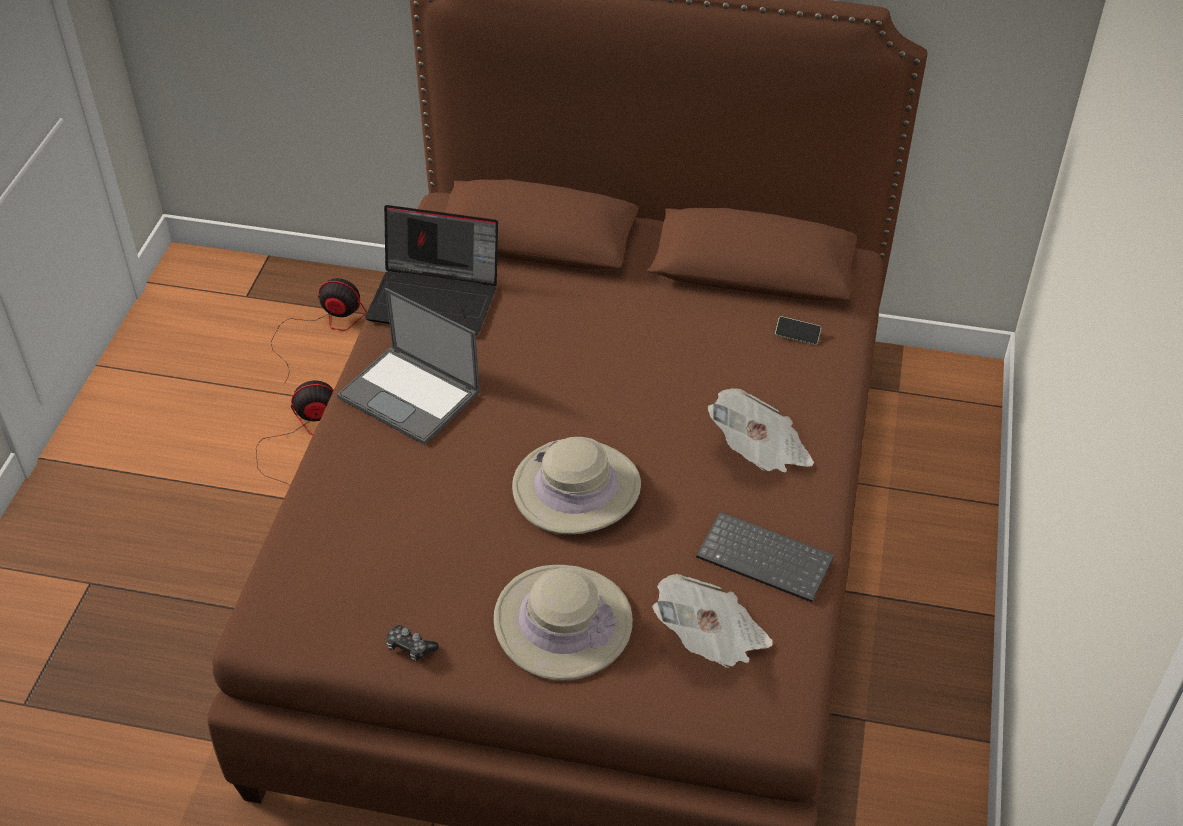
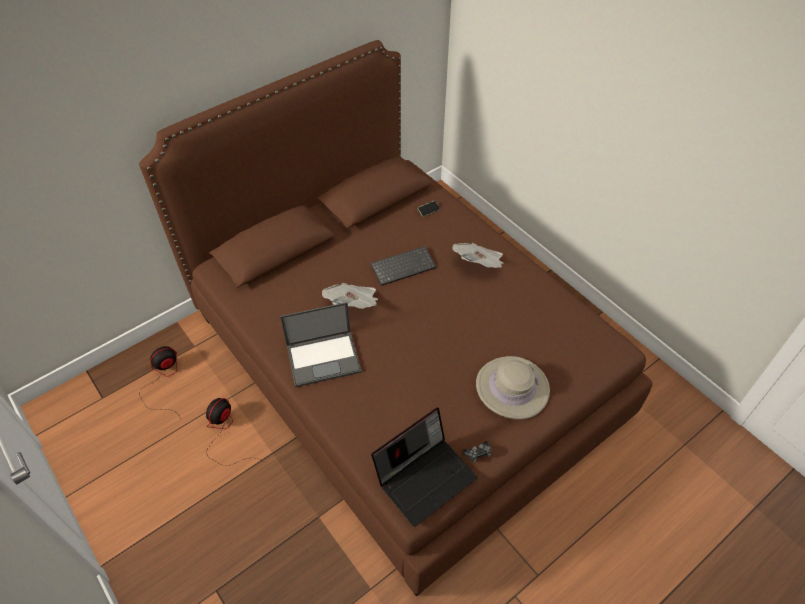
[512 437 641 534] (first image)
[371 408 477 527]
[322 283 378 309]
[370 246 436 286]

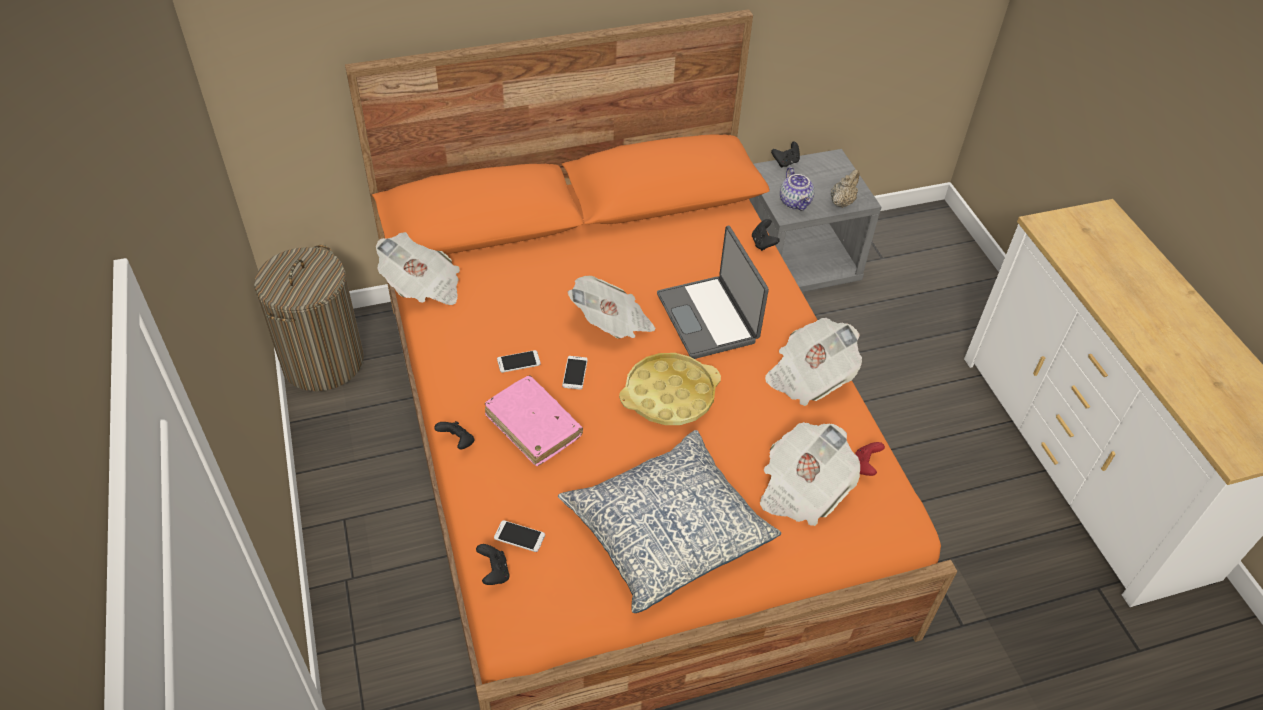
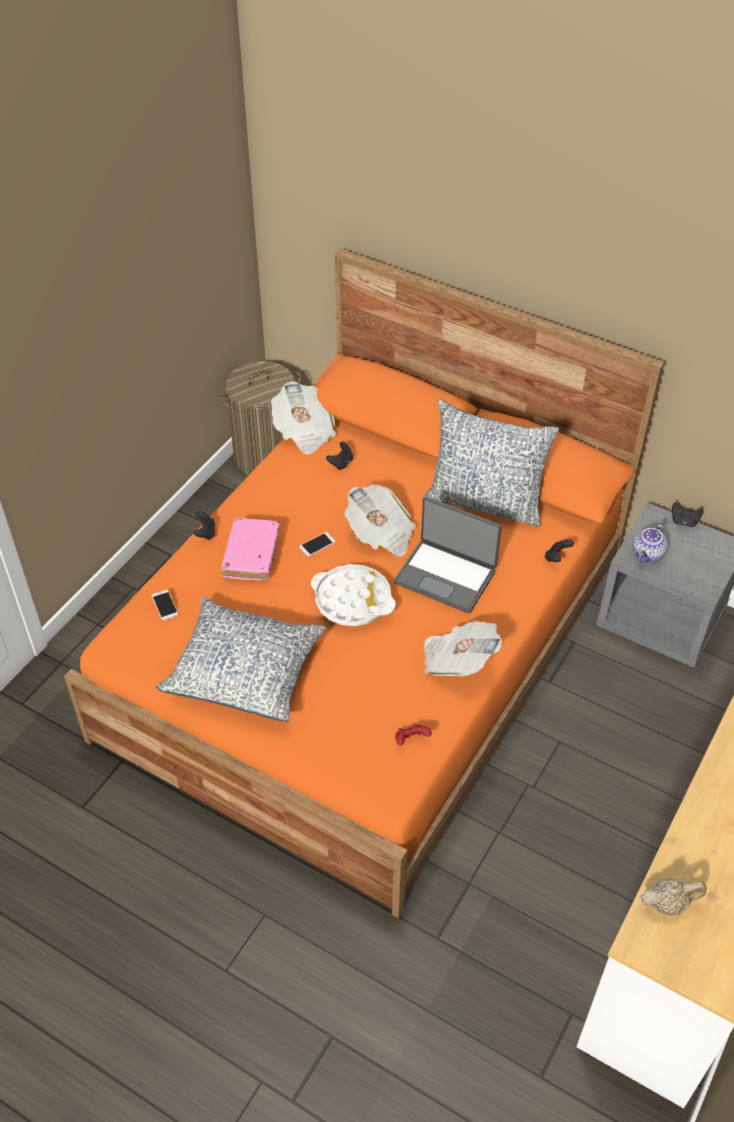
[497 350 541 373] (first image)
[760 422 860 526] (first image)
[423 400 559 527]
[326 441 353 470]
[640 879 707 915]
[311 564 396 626]
[394 496 502 613]

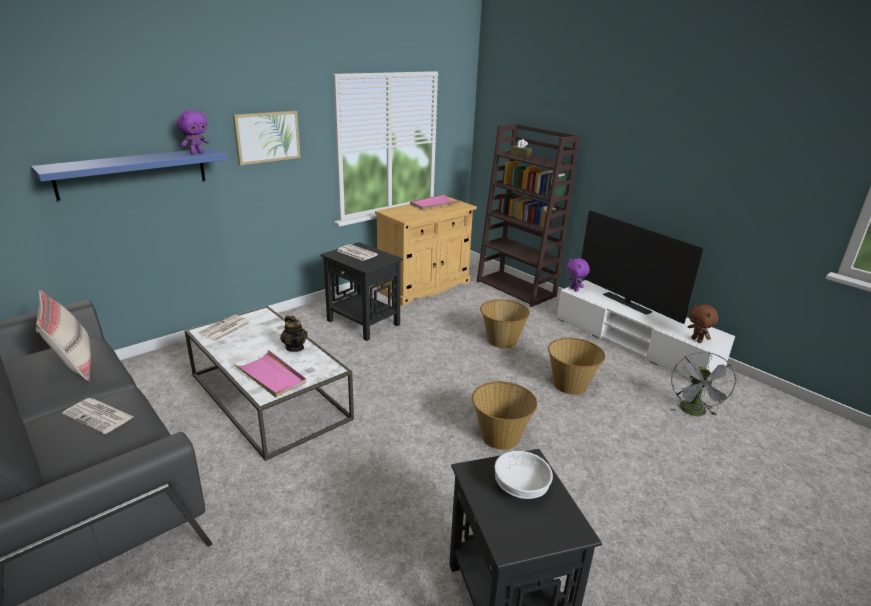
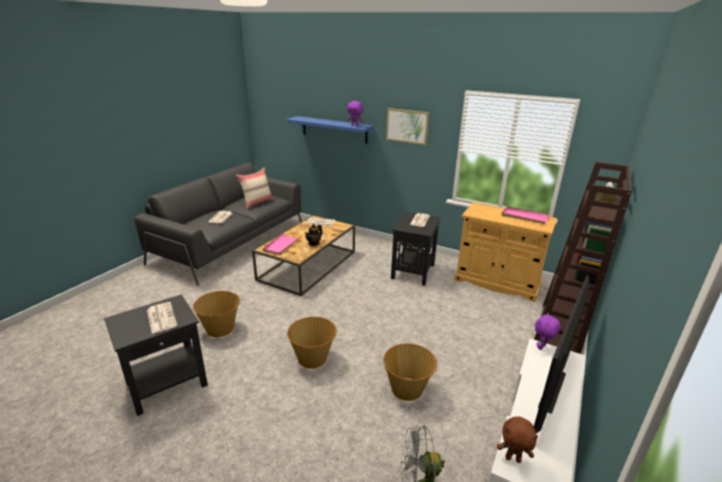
[193 291 240 337]
[147 302 178 334]
[252 215 355 296]
[497 417 538 463]

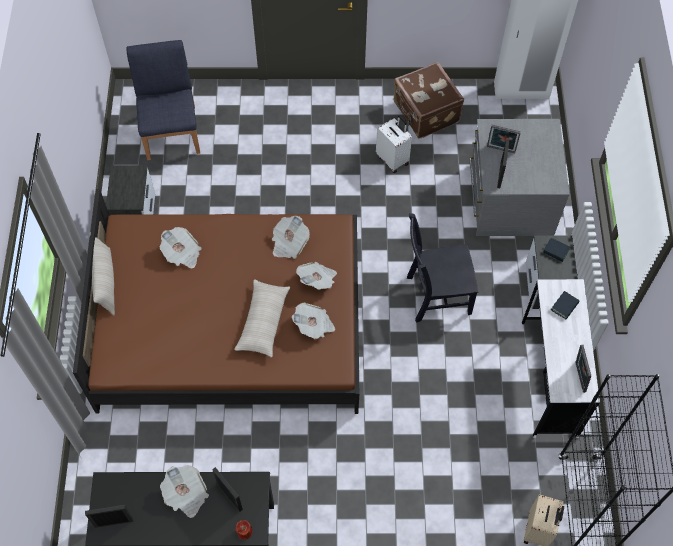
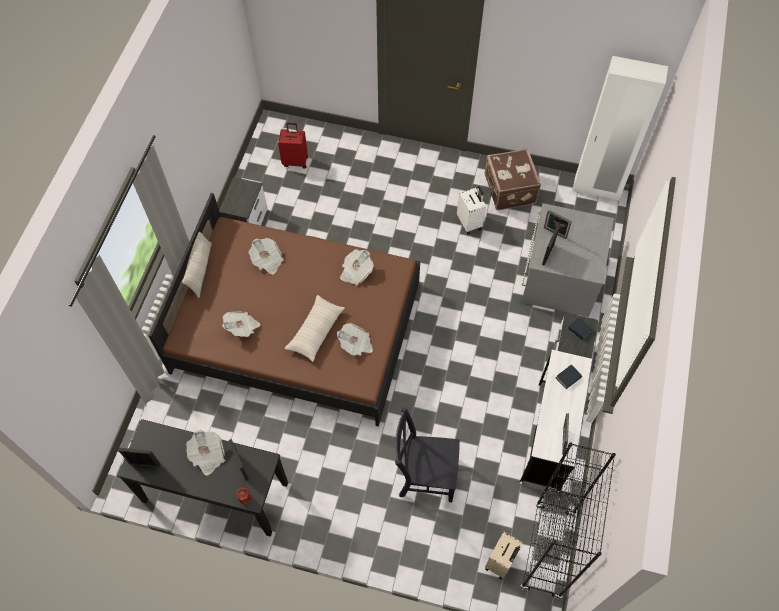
[222 312 260 337]
[395 407 460 502]
[278 123 308 169]

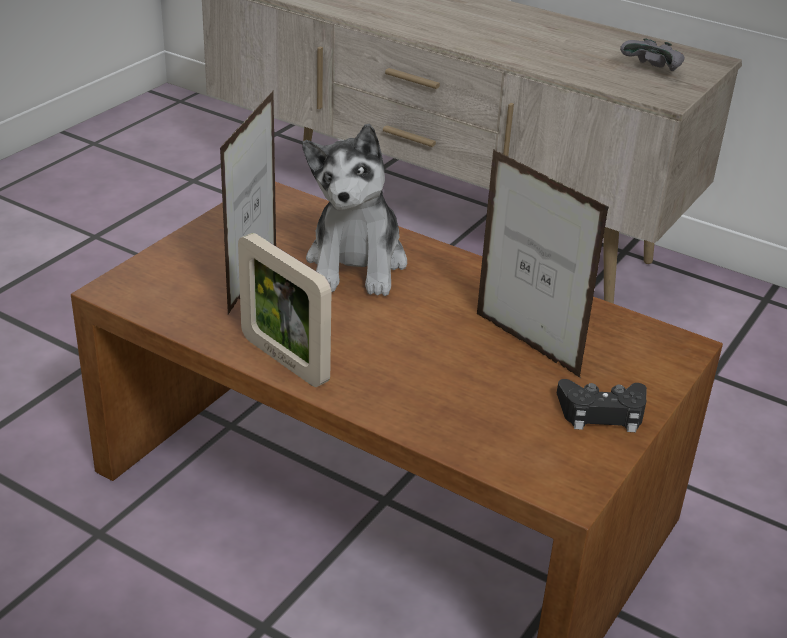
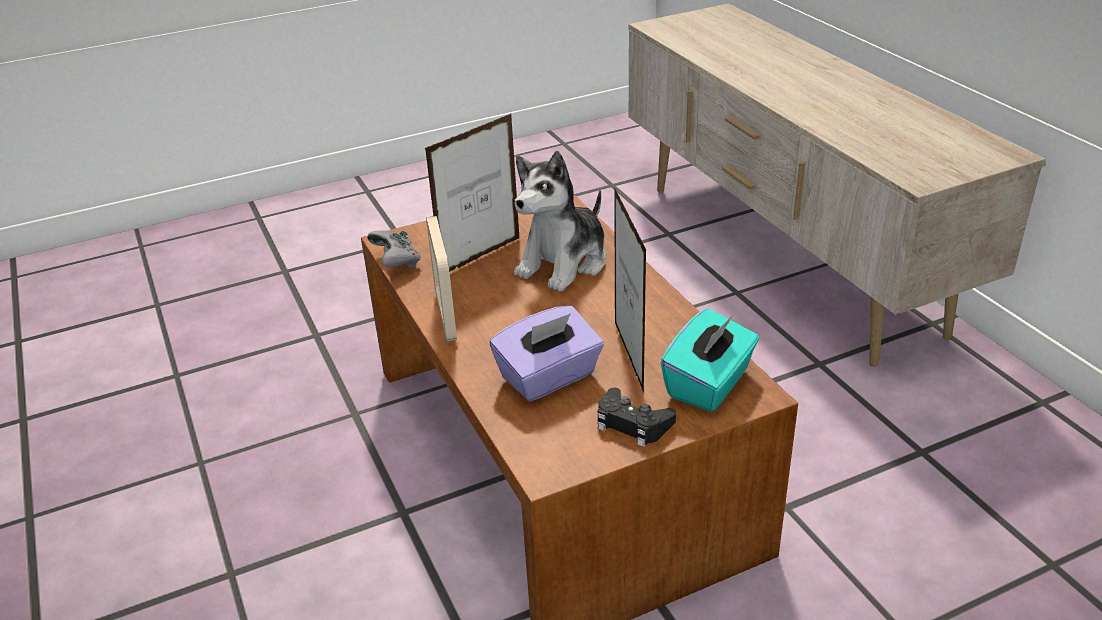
[490 306 604 401]
[661 309 759 412]
[367 230 421 268]

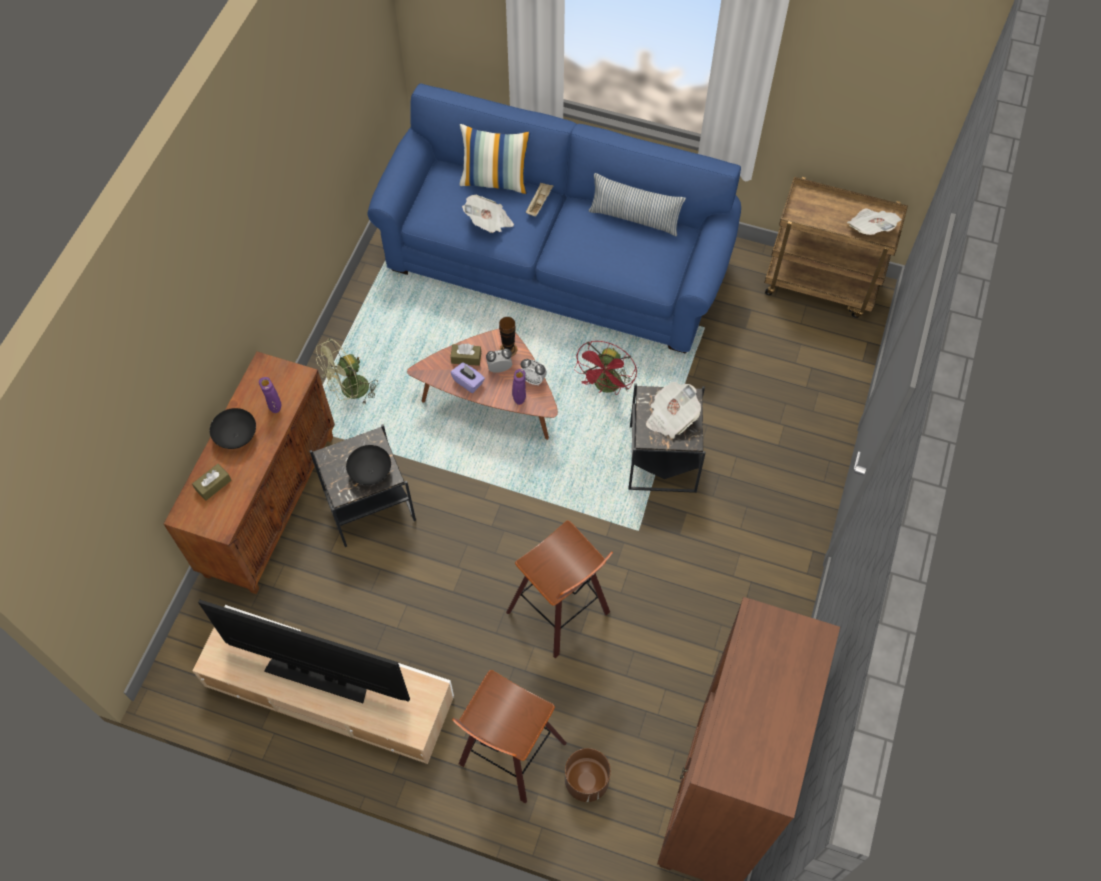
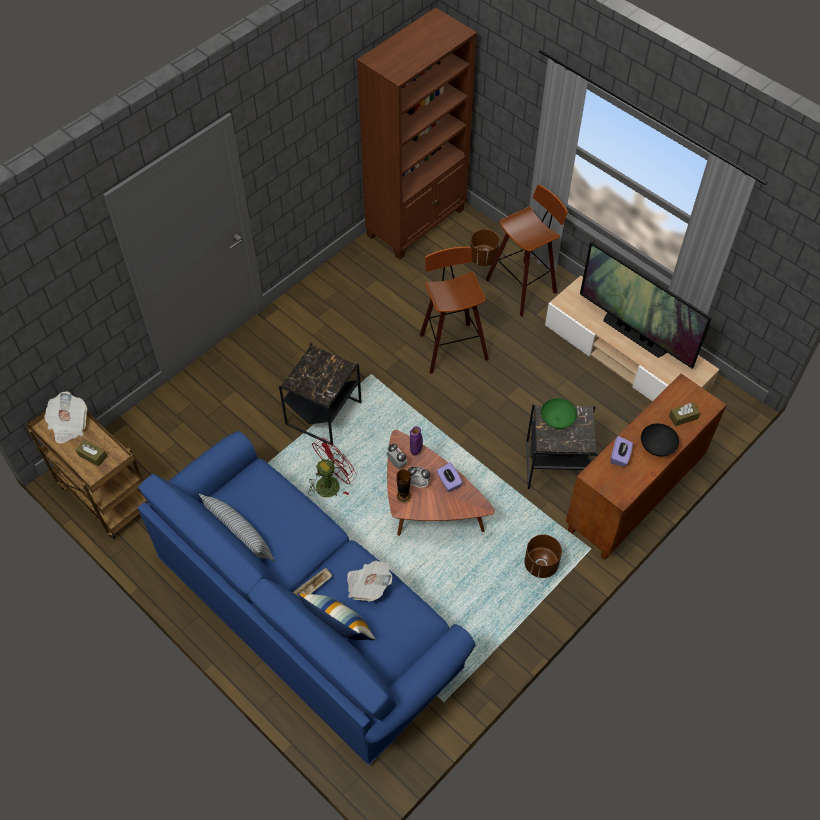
[646 382 701 438] (first image)
[76 440 107 467]
[611 436 633 467]
[524 534 562 578]
[541 398 577 429]

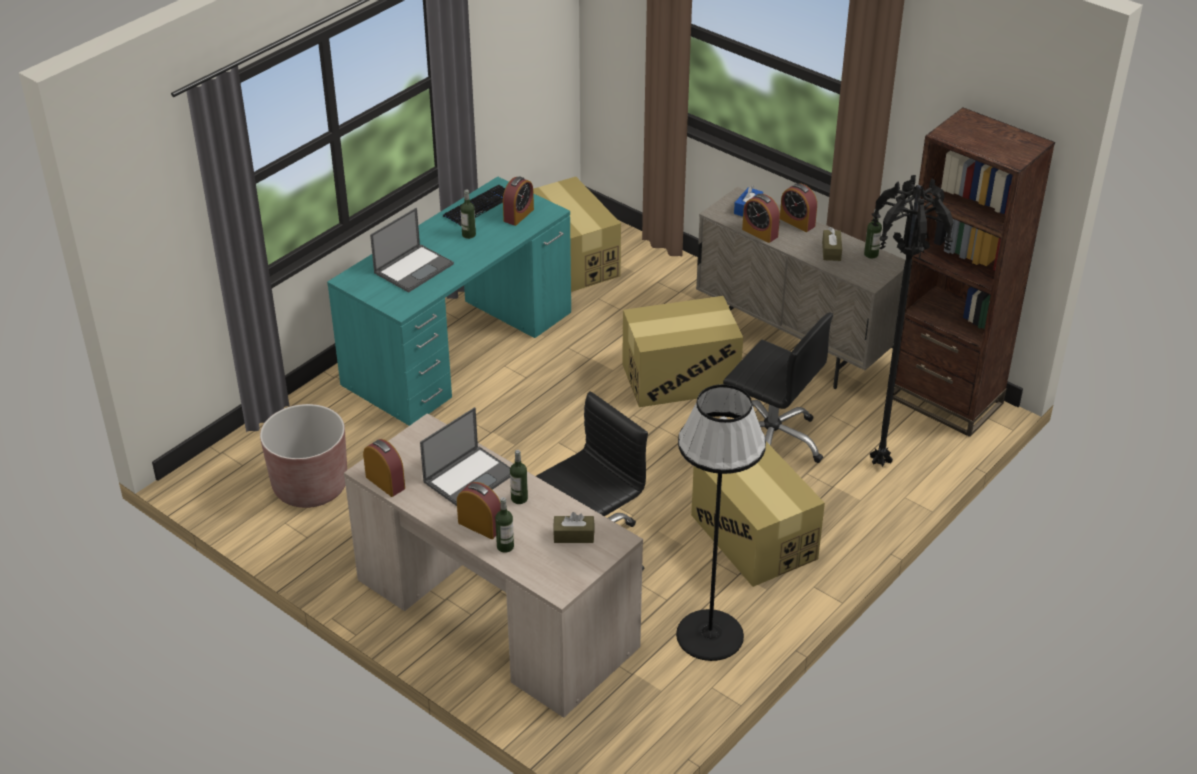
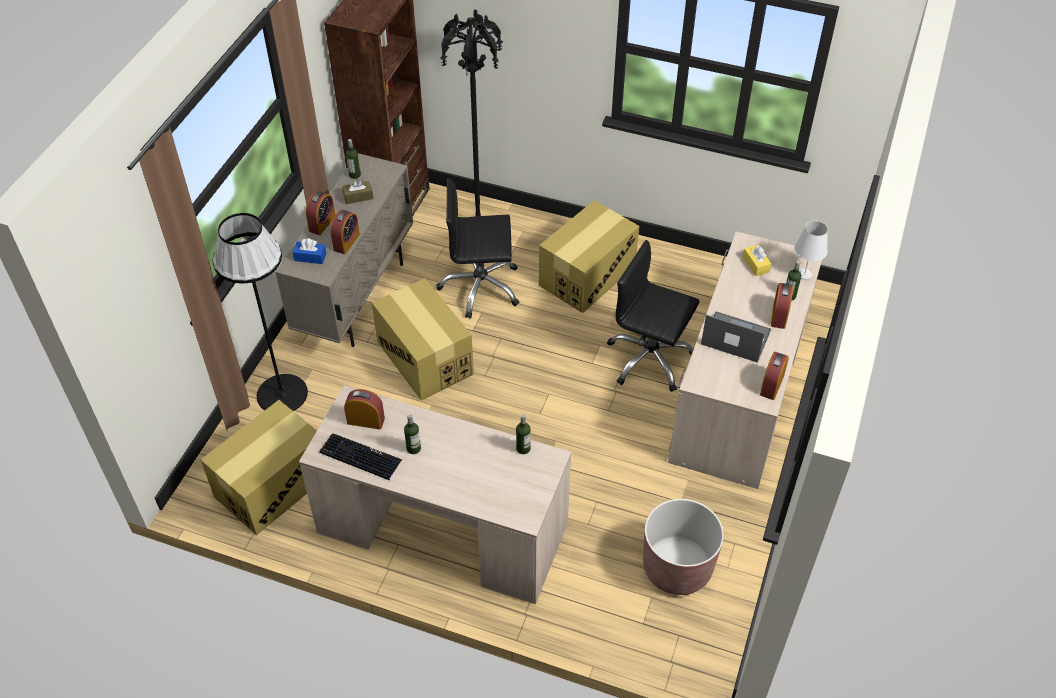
[370 208 454 293] (first image)
[795 221 828 280]
[516 414 531 454]
[213 213 308 411]
[299 385 572 604]
[743 245 771 276]
[436 178 519 319]

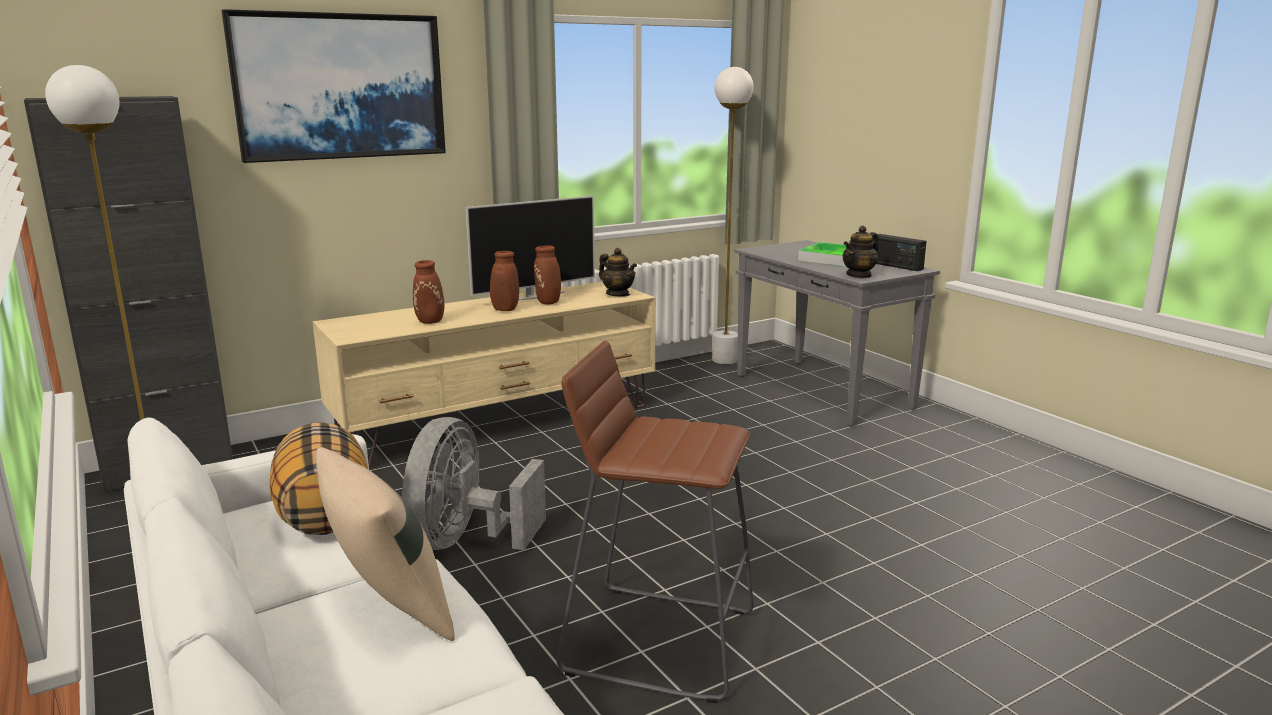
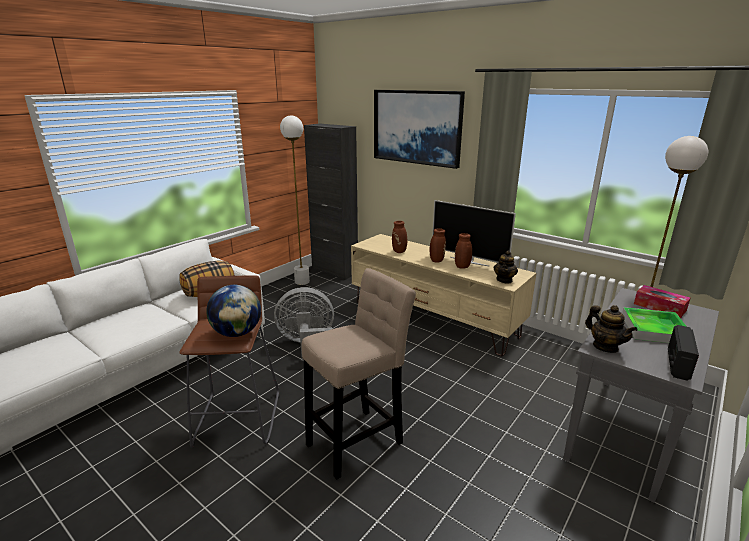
[316 447 455 641] (first image)
[206 285 261 337]
[302 268 416 479]
[634 285 690 318]
[585 305 637 353]

